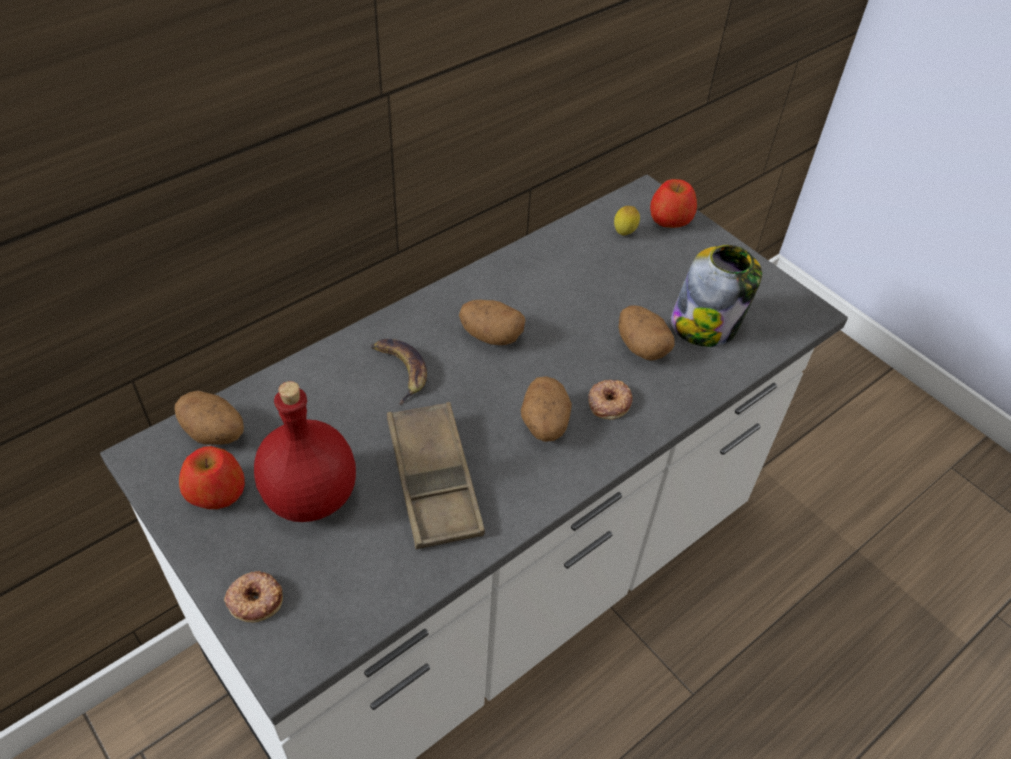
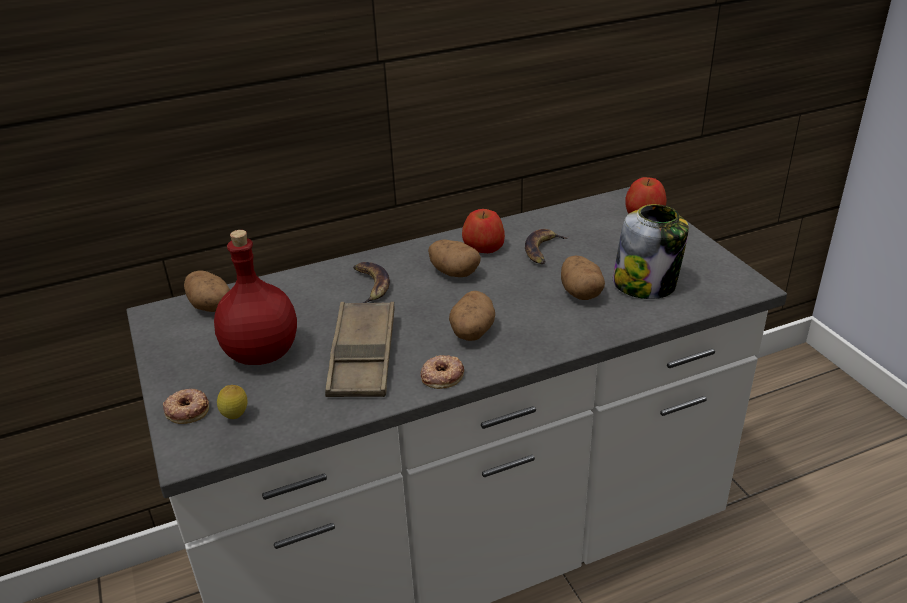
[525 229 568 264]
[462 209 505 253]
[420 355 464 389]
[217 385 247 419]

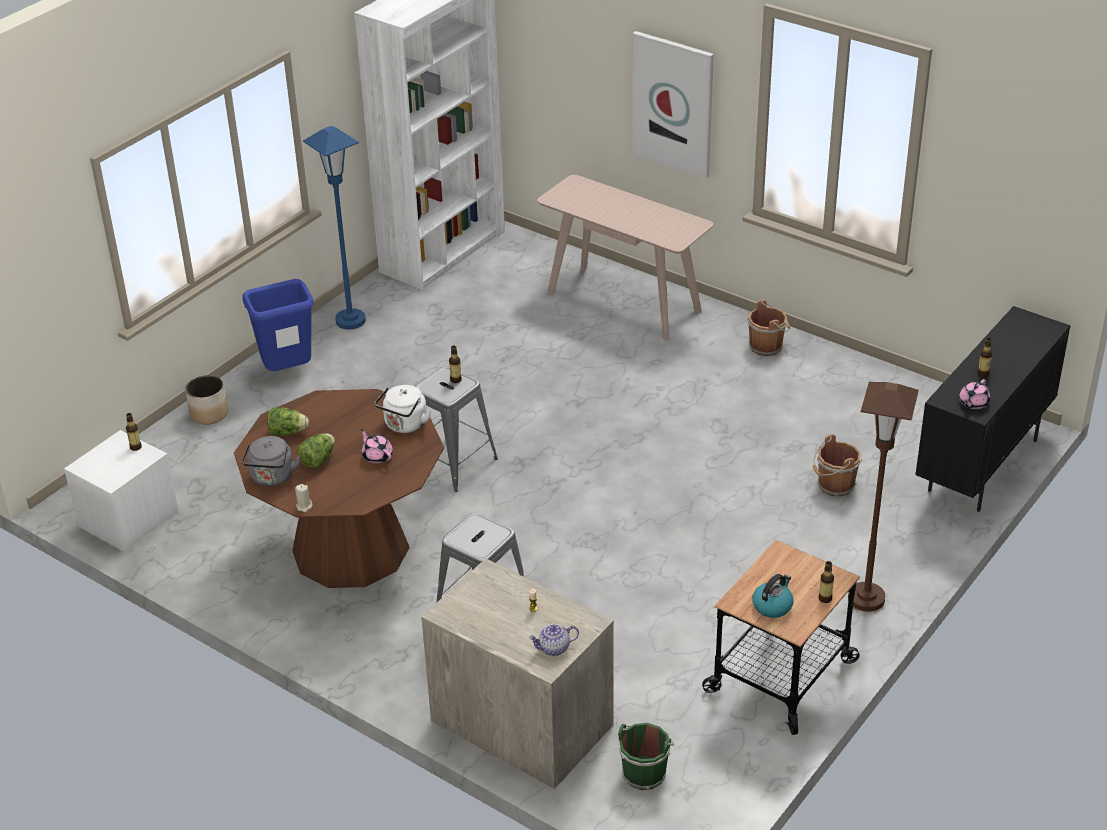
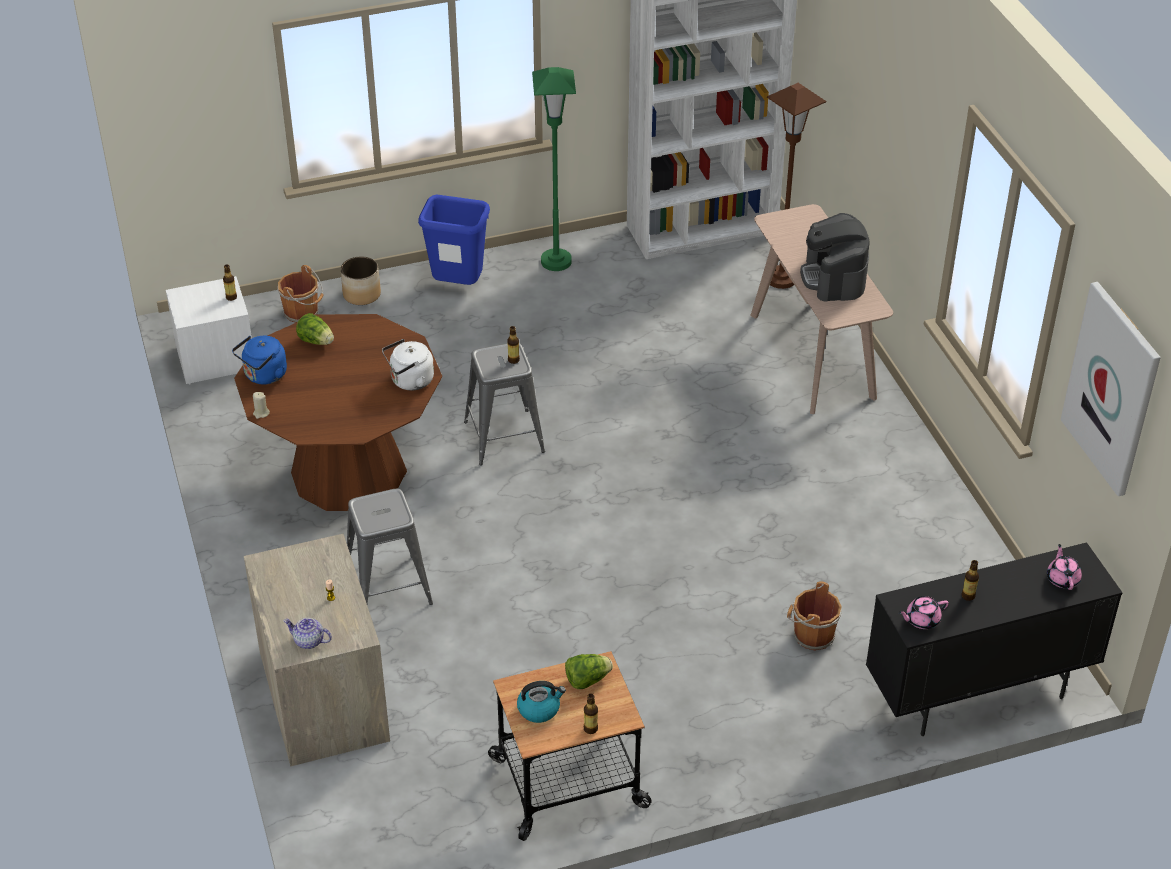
[618 723 674 790] (first image)
[800 213 870 302]
[565 654 613 689]
[1047 544 1082 590]
[1061 282 1161 496]
[278 265 324 323]
[767 83 826 289]
[232 336 287 385]
[532 67 576 271]

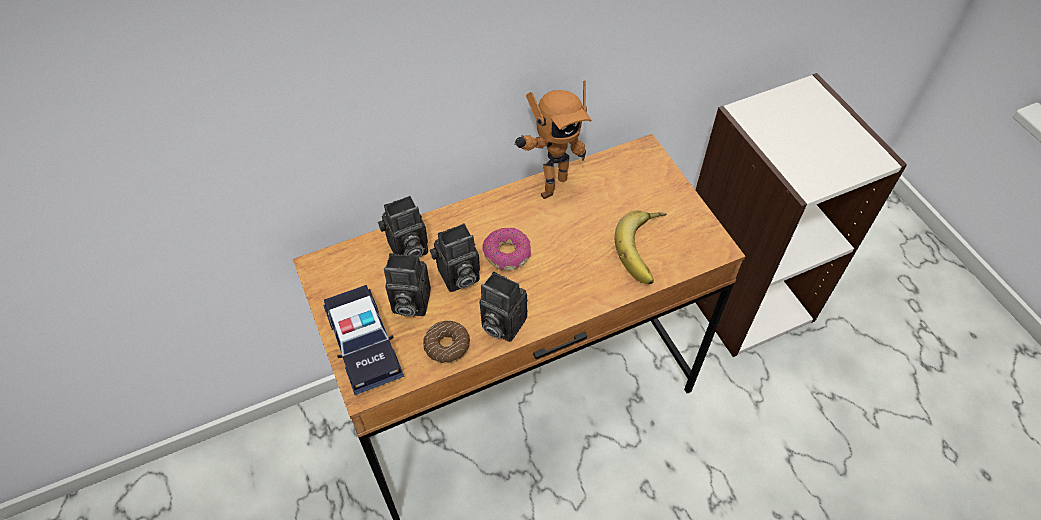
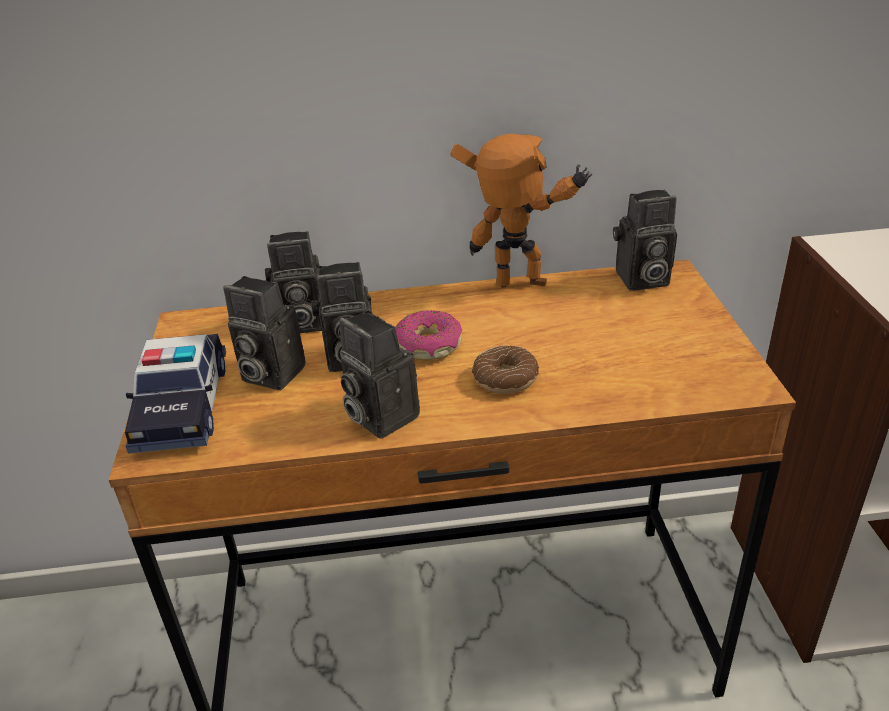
[615 210 667 284] (first image)
[613 190 677 291]
[472 346 539 394]
[450 134 592 288]

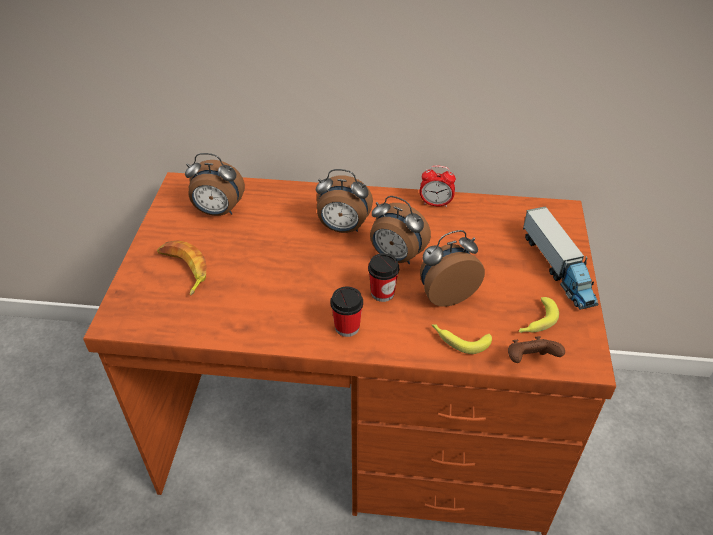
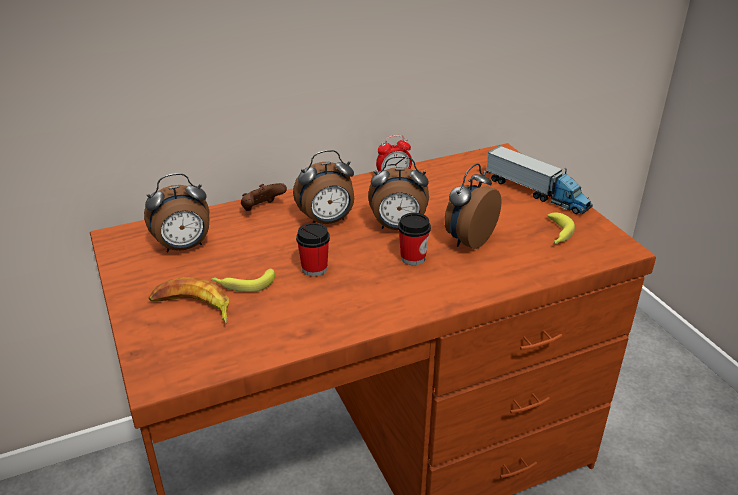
[296 223 330 277]
[211 269 275 292]
[241 183 287 211]

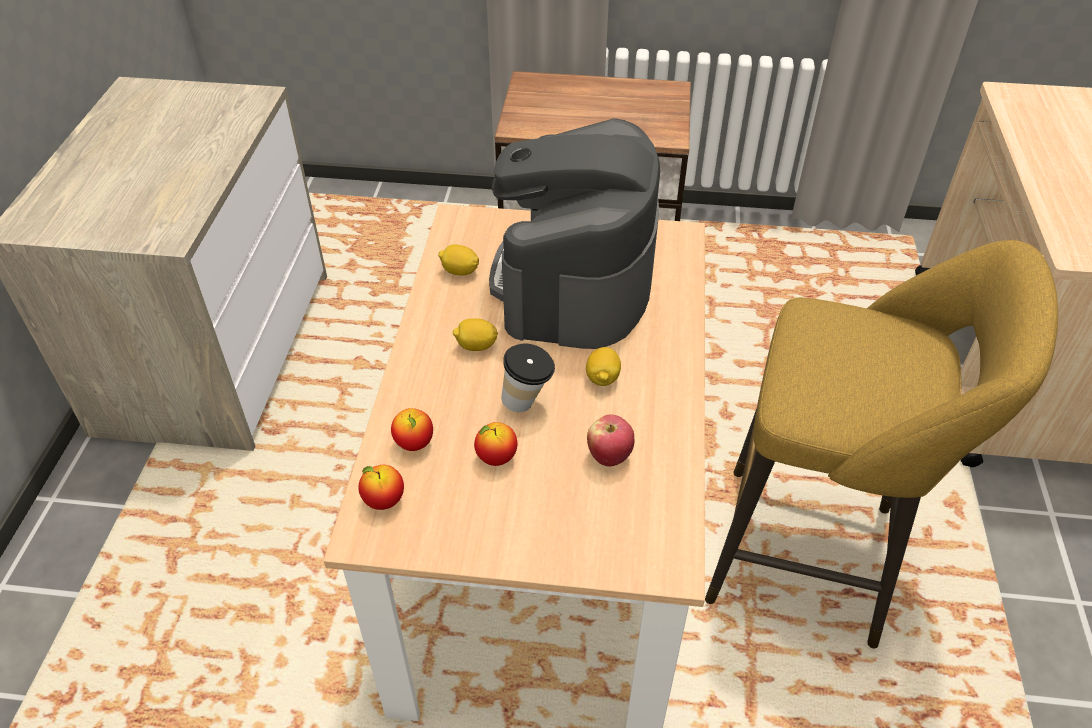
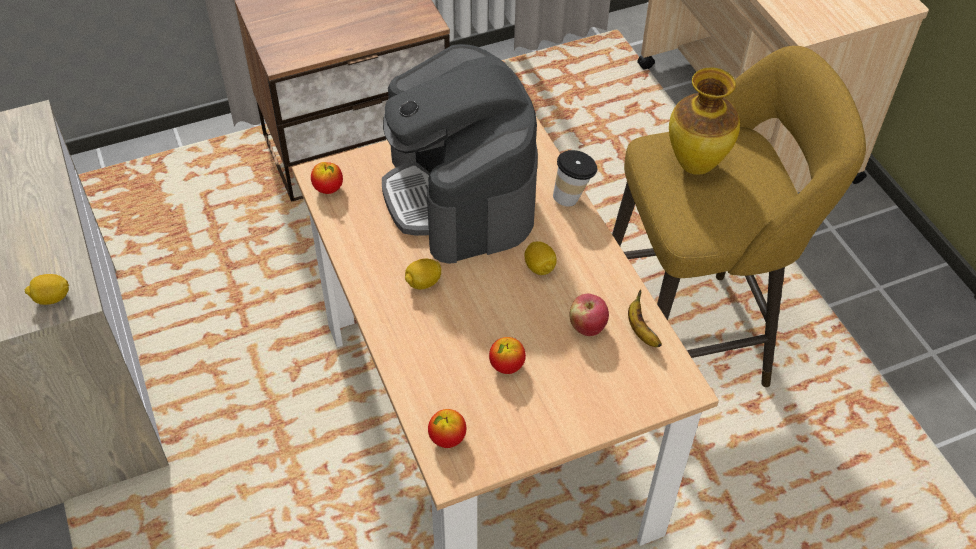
[628 289 662 347]
[669 67 740 175]
[311 162 343 194]
[25 274 69 305]
[553 150 597 206]

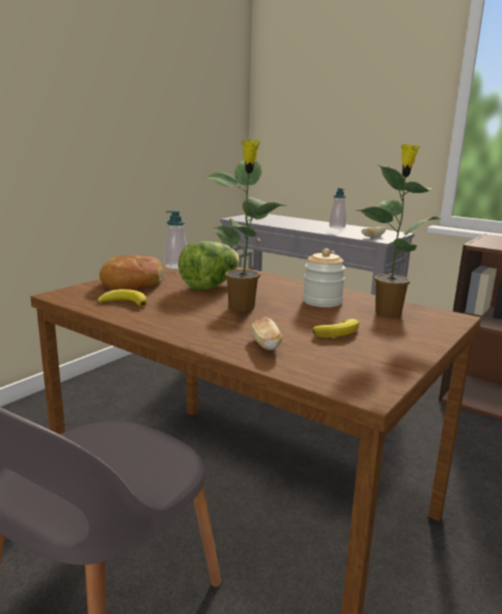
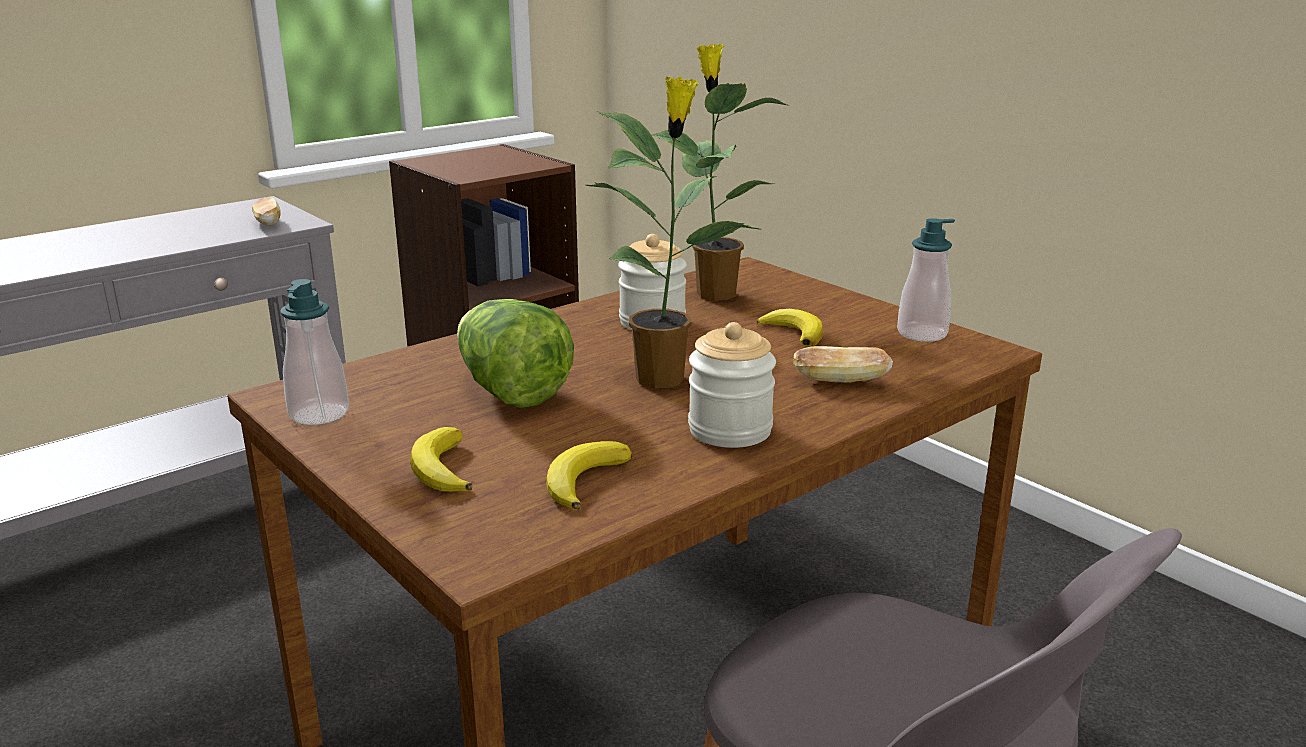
[688 322 776 448]
[897 218 955 342]
[410 427 472 491]

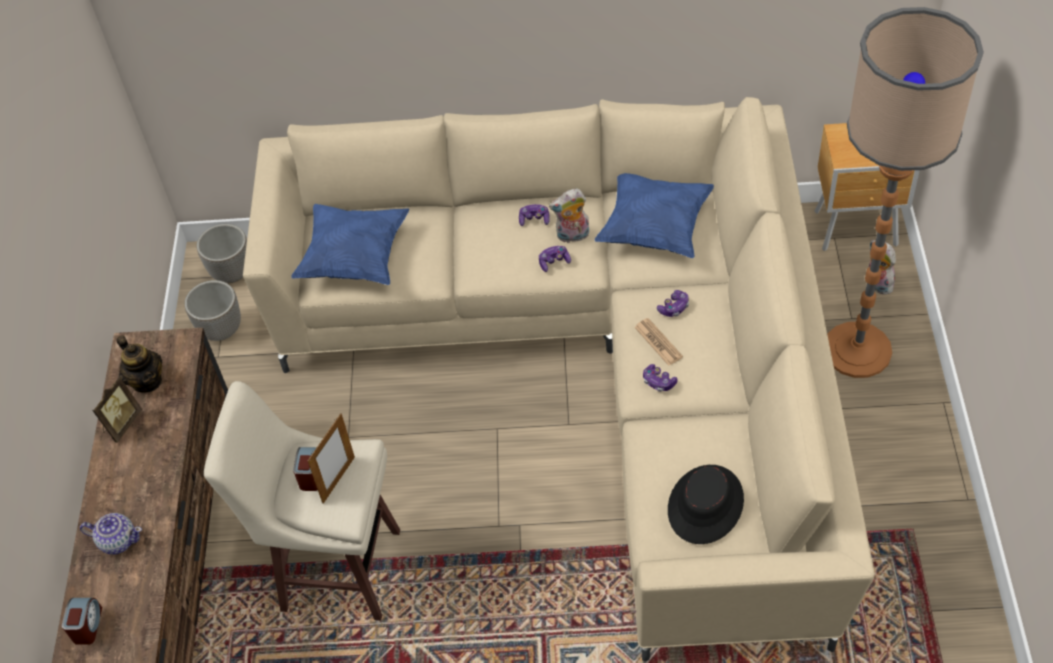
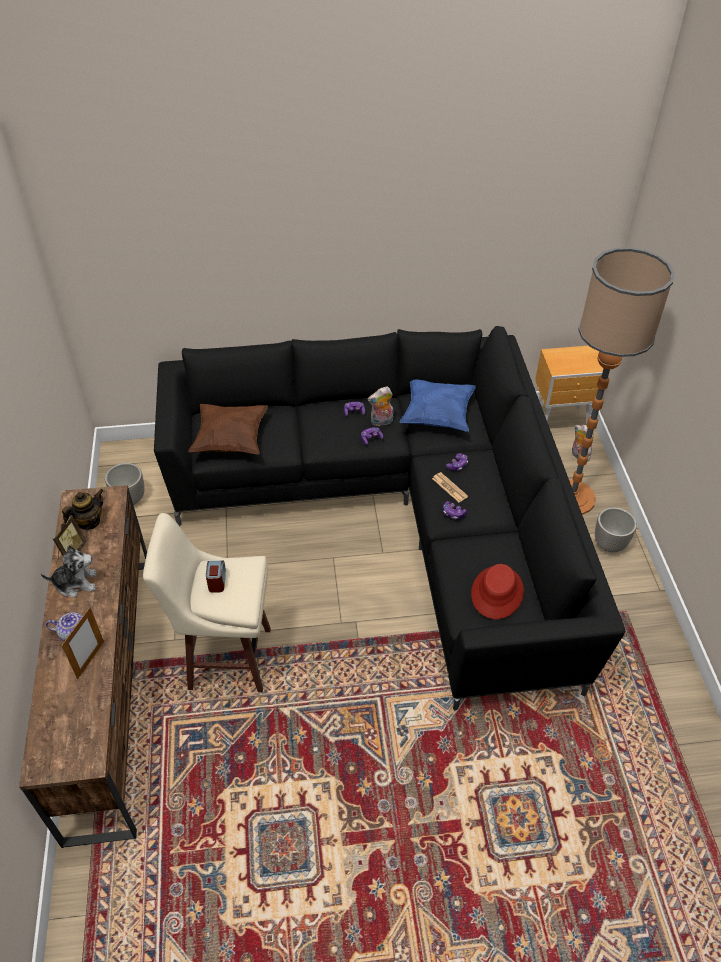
[62 598 102 645] (first image)
[41 545 97 597]
[595 507 637 552]
[61 607 104 679]
[154 326 625 710]
[188 404 268 455]
[471 564 524 619]
[62 489 104 530]

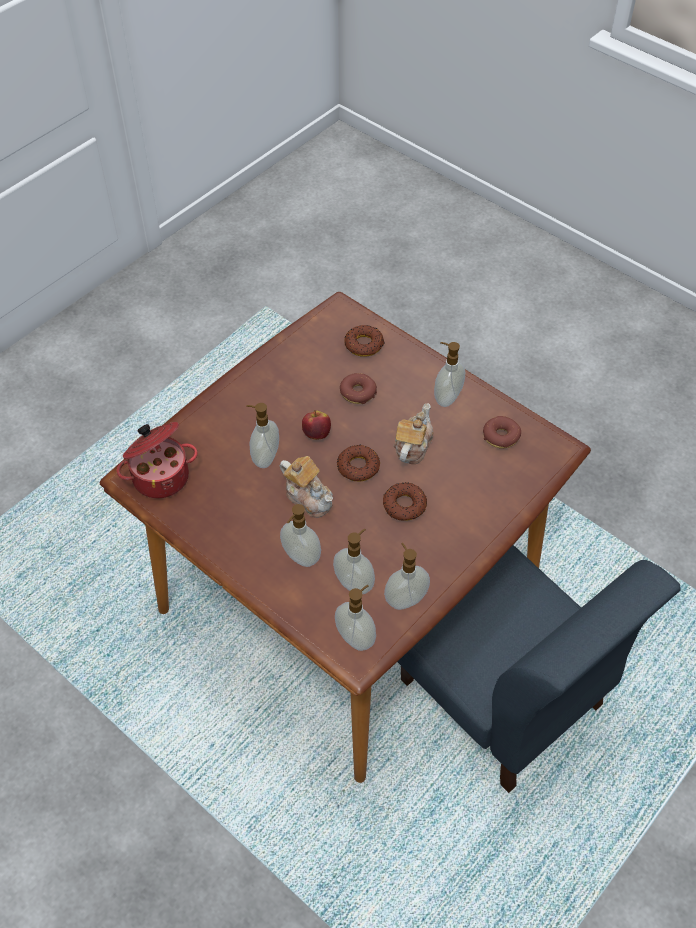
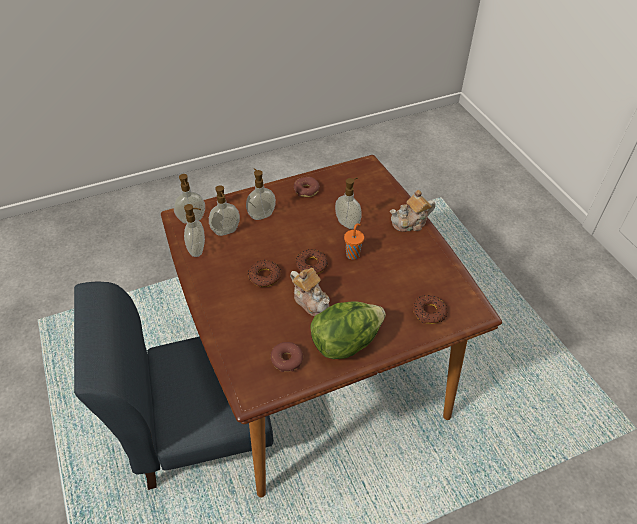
[116 422 198 498] (first image)
[390 190 435 232]
[294 177 320 197]
[344 224 364 260]
[310 301 386 359]

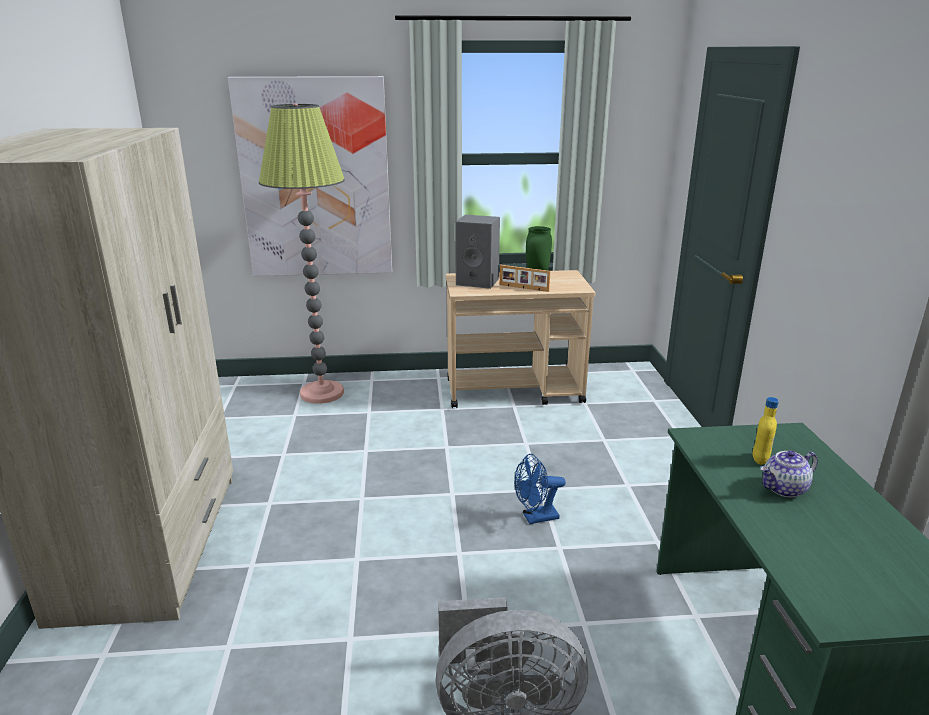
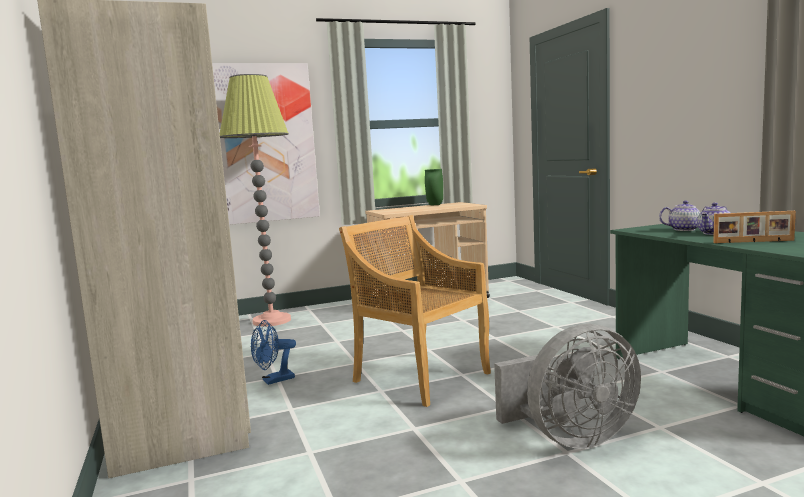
[455 215 500 289] (first image)
[339 215 491 407]
[713 211 796 243]
[251 320 296 385]
[659 201 707 231]

